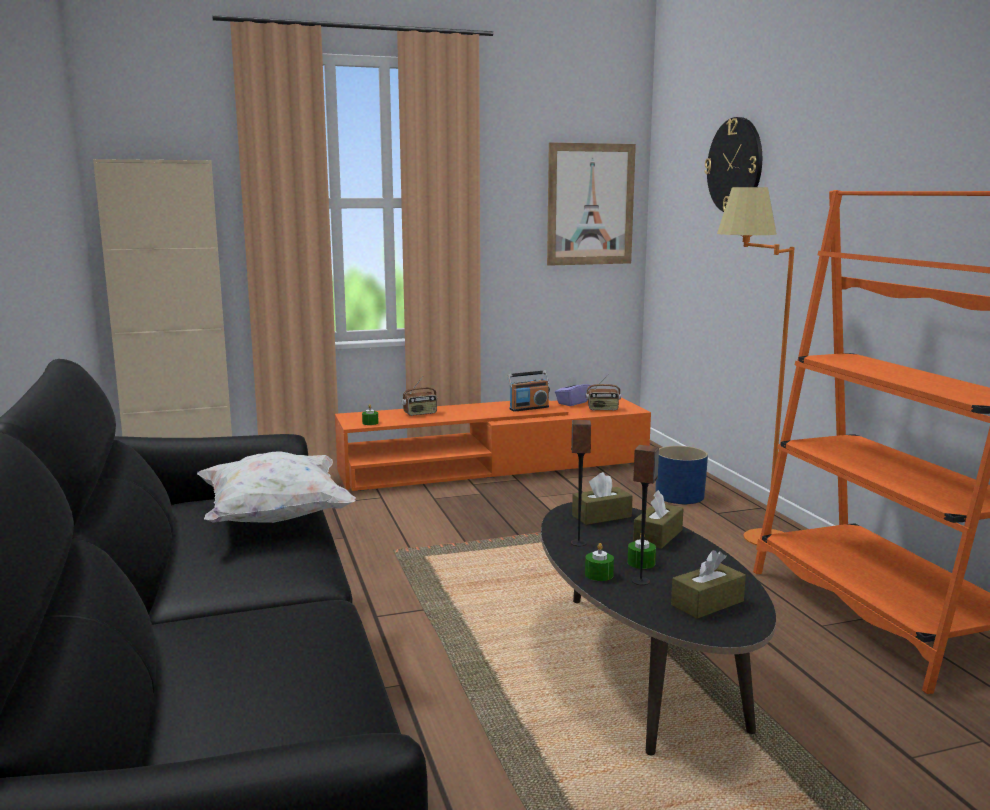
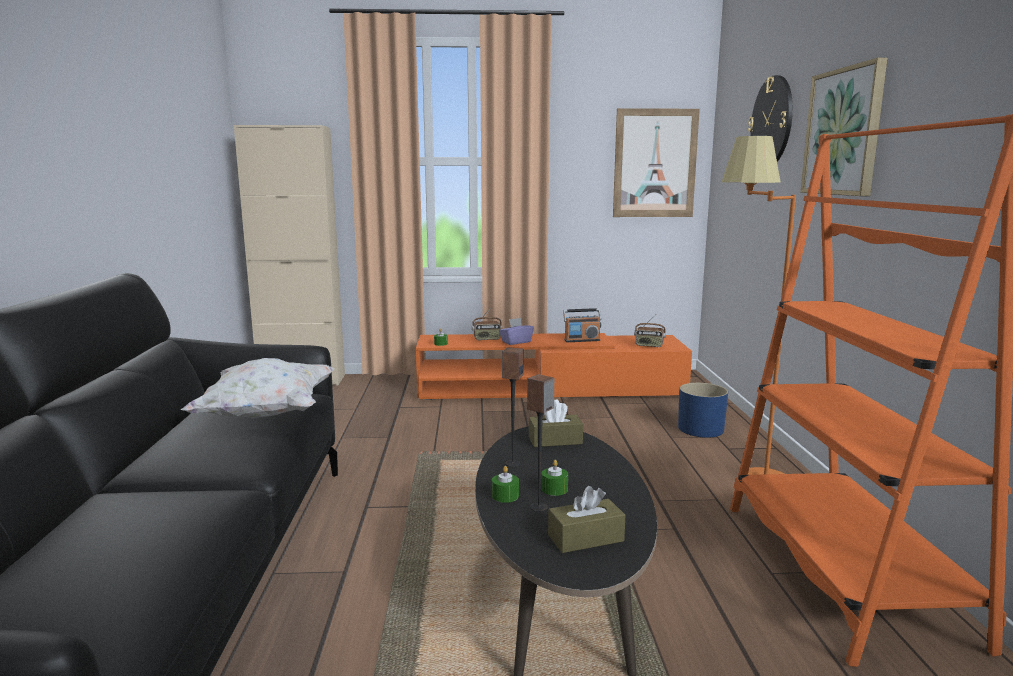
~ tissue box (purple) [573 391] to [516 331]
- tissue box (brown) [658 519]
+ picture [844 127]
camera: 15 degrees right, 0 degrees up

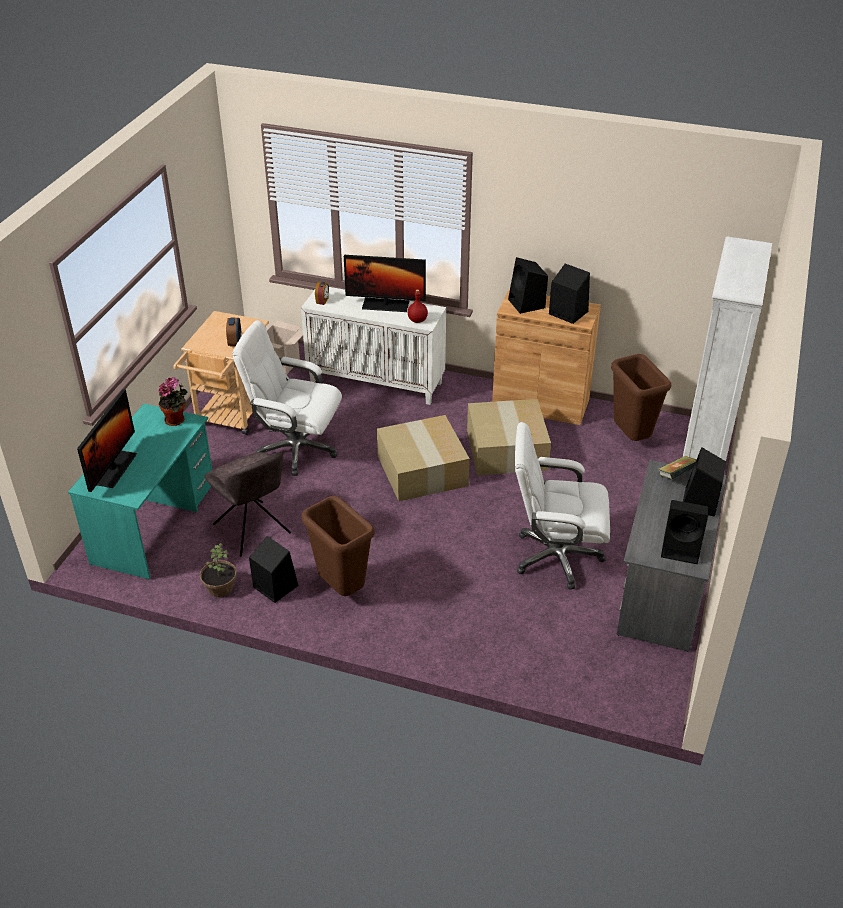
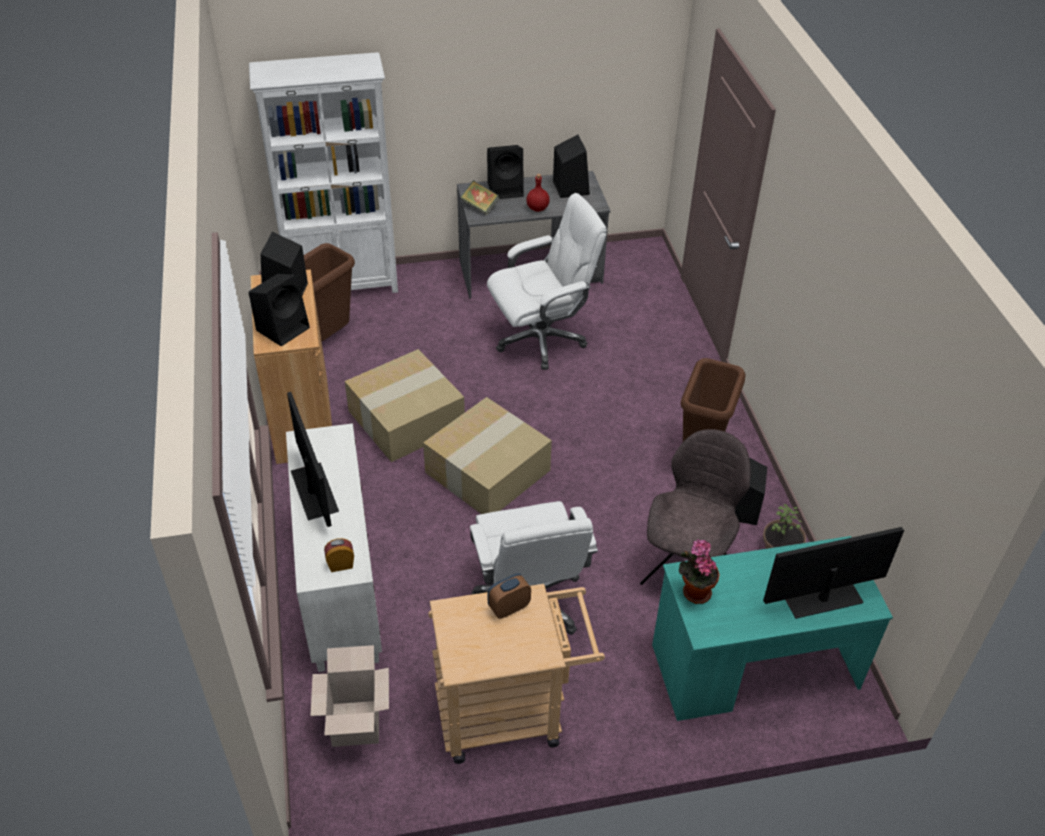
~ bottle (red) [418 306] to [538 193]
~ office chair (white) [562 506] = [547 281] 90 degrees counterclockwise
camera: 120 degrees left, 5 degrees up

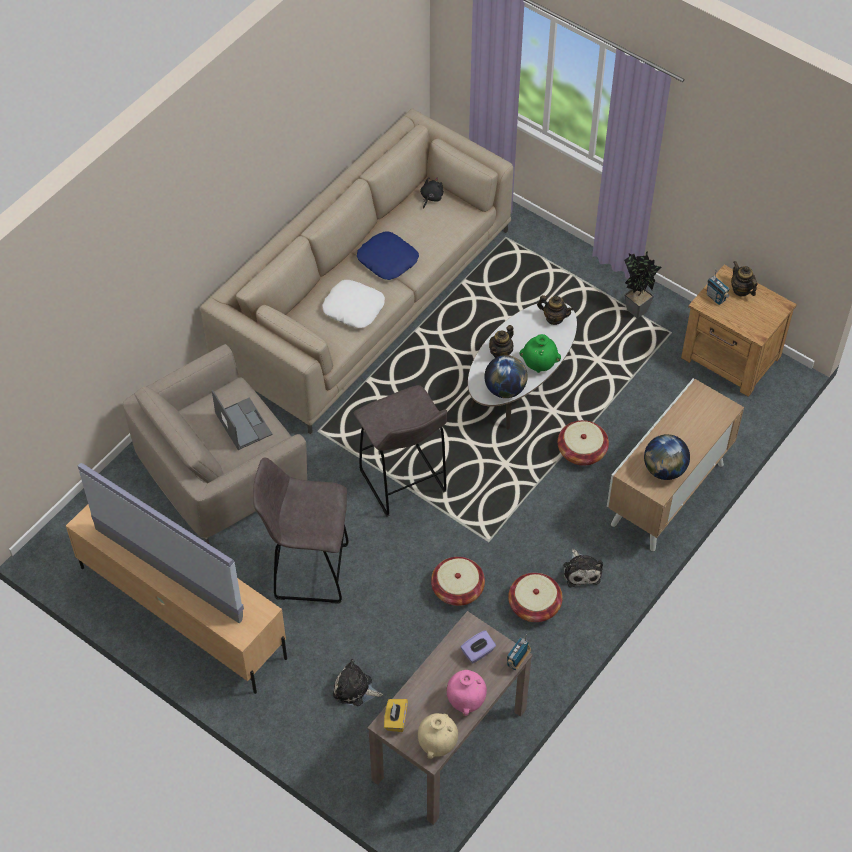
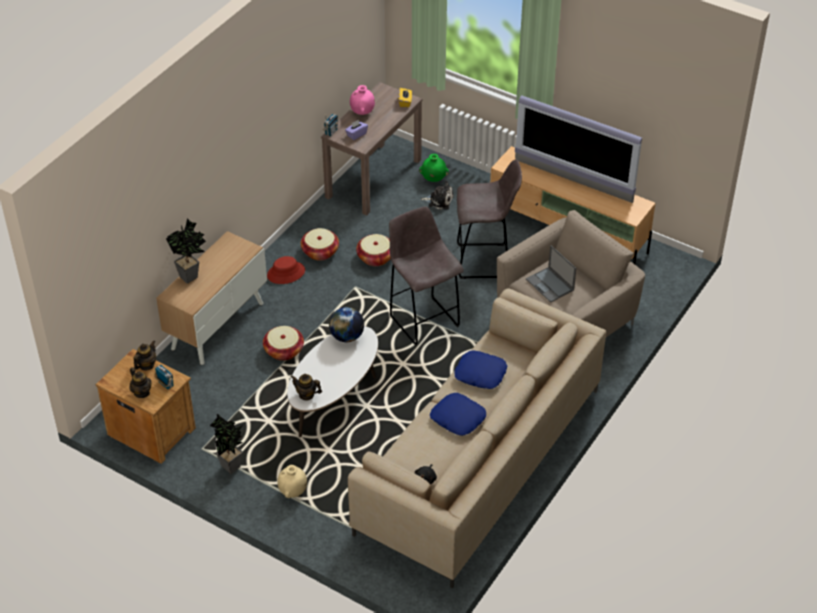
~ pillow (white) [353 304] to pillow (blue) [481 369]
~ vase (beige) [438 736] to [292 481]
~ teapot [501 341] to [145 355]
~ vase (green) [540 353] to [434 168]
~ plush toy [583 568] to hat (red) [286 270]
- globe [667 457]
+ potted plant [186 251]
camera: 175 degrees right, 10 degrees down

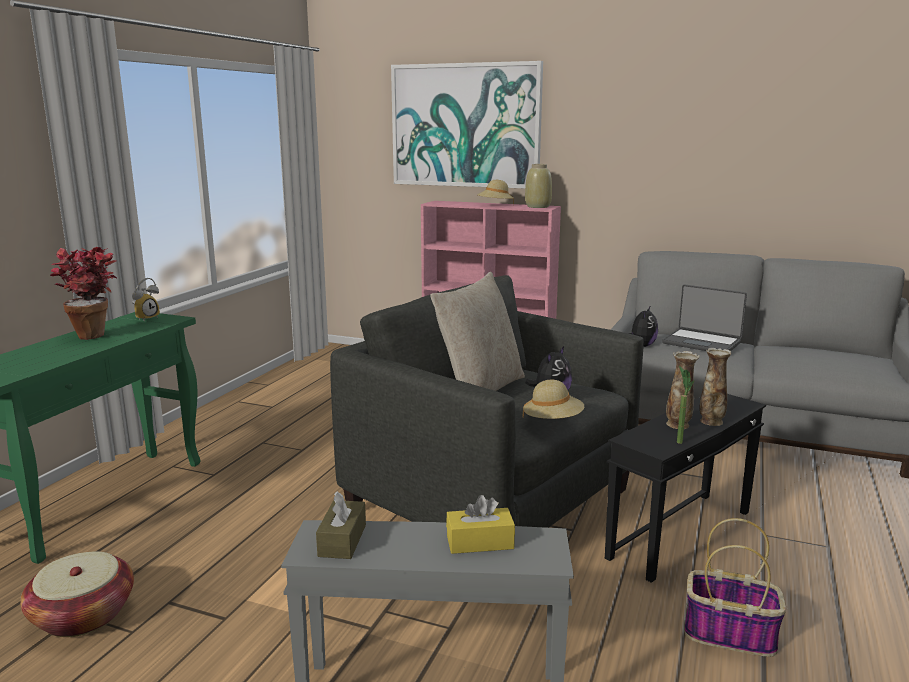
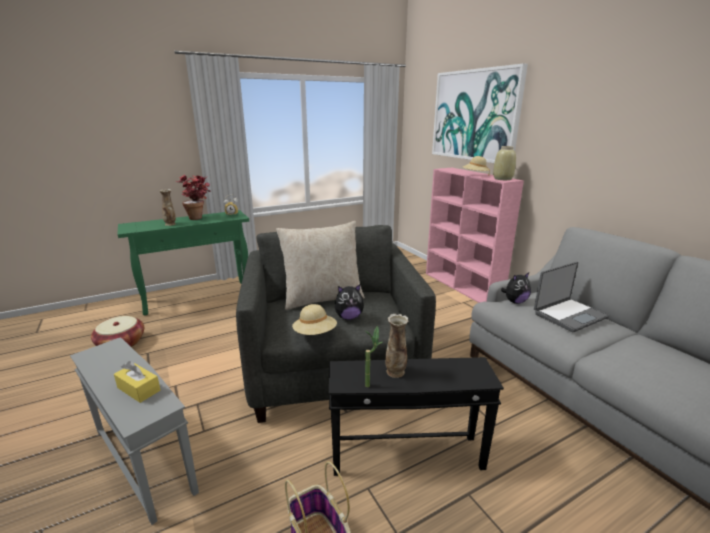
- tissue box (brown) [341 525]
~ laptop [704 317] = [571 297] 105 degrees counterclockwise
~ vase [716 387] to [167 207]
camera: 40 degrees right, 5 degrees up

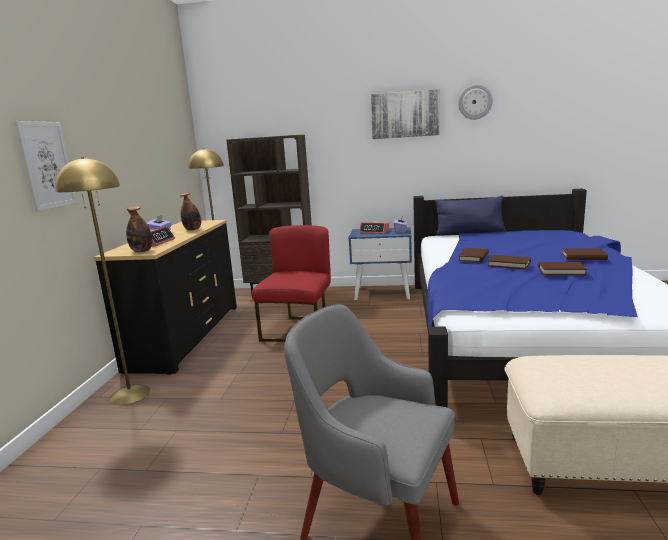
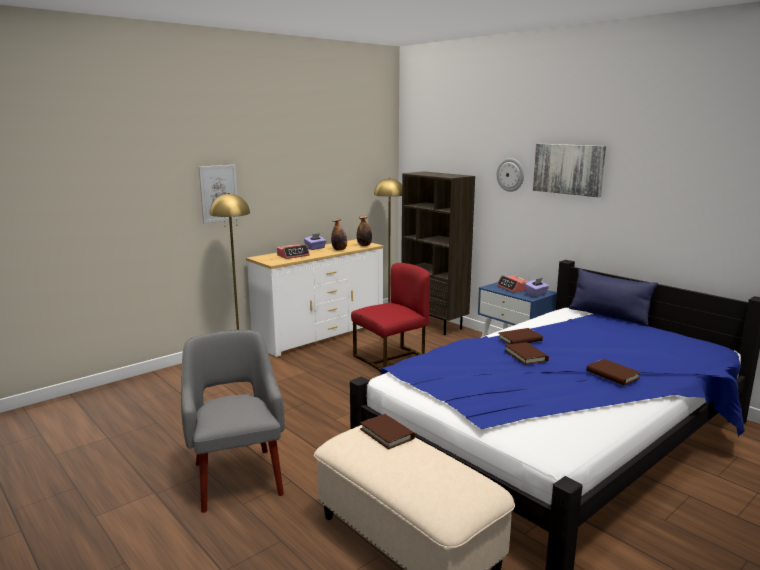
~ dresser (black) [165 297] to dresser (white) [315 298]
~ bottle [139 229] to [364 230]
~ wall clock [475 102] to [510 175]
~ book (brown) [563 268] to [387 432]
camera: 40 degrees right, 0 degrees up

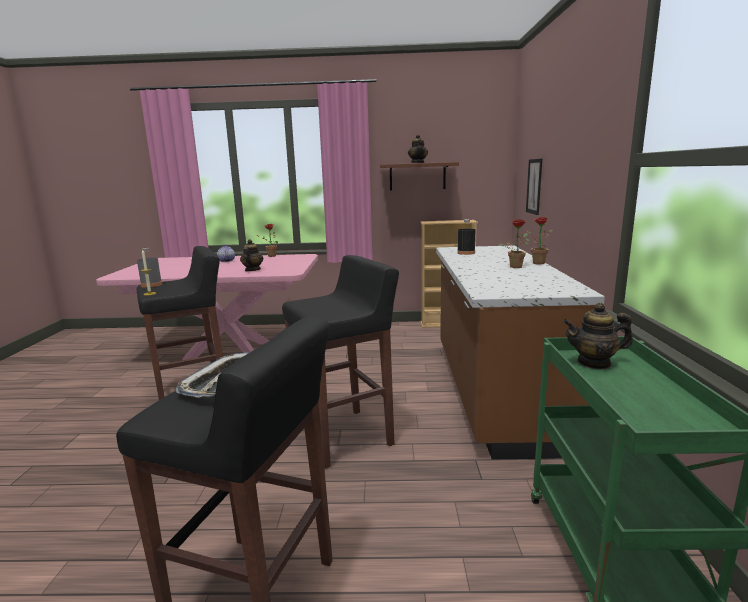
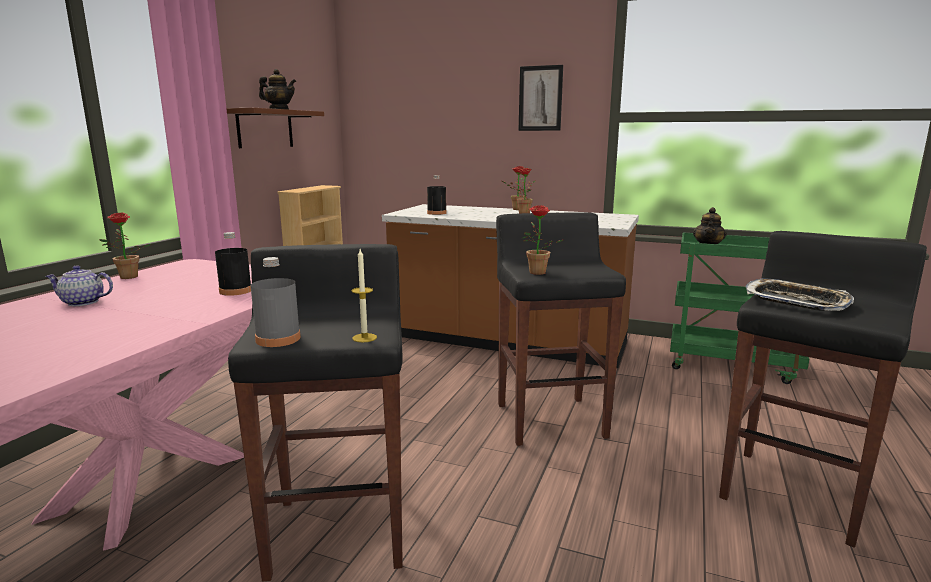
~ teapot [251 255] to bottle (black) [233 264]
~ picture [534 187] to [541 98]
+ potted plant [542 240]
camera: 70 degrees left, 0 degrees up

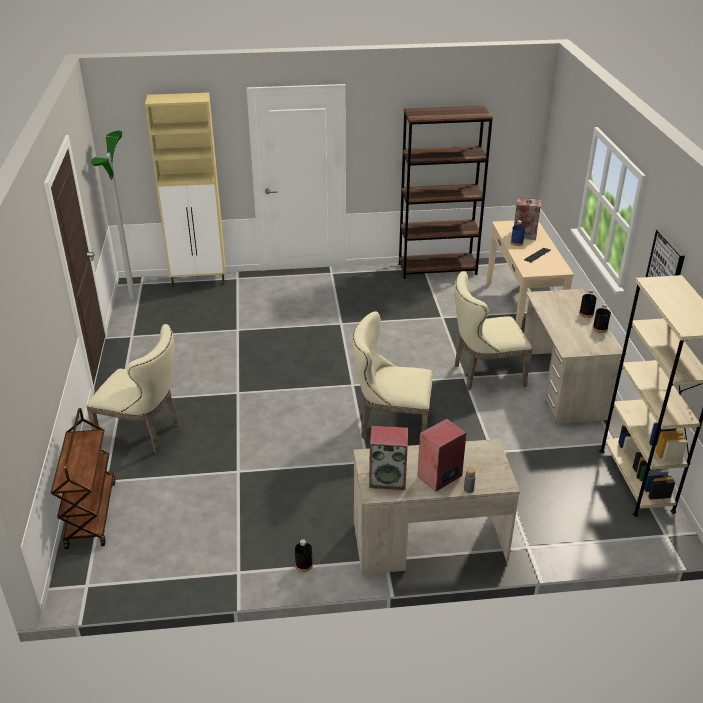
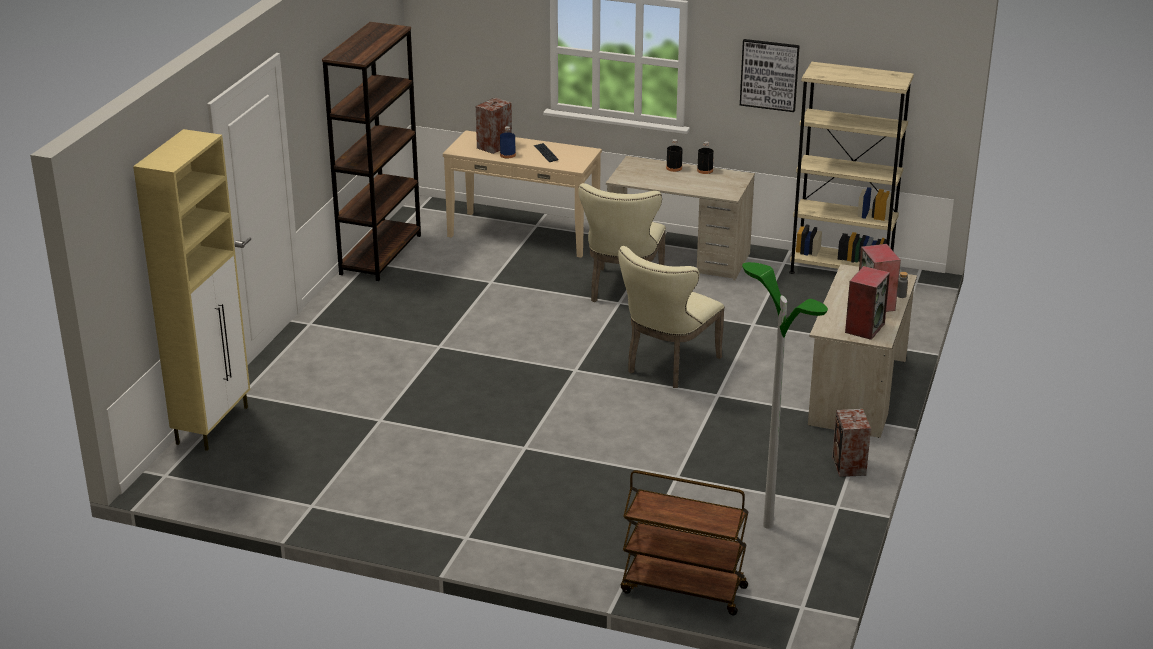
- chair (beige) [132 389]
~ floor lamp [113 215] to [785 395]
~ bottle (black) [304 555] to speaker [851 443]
camera: 65 degrees left, 5 degrees down

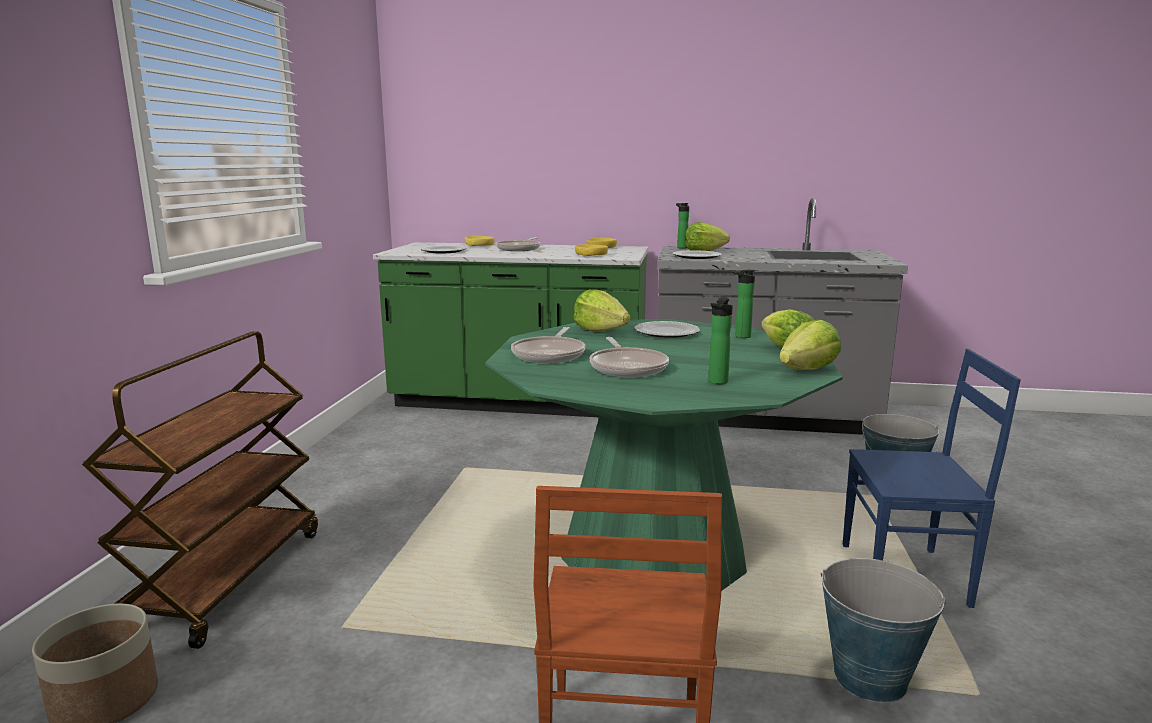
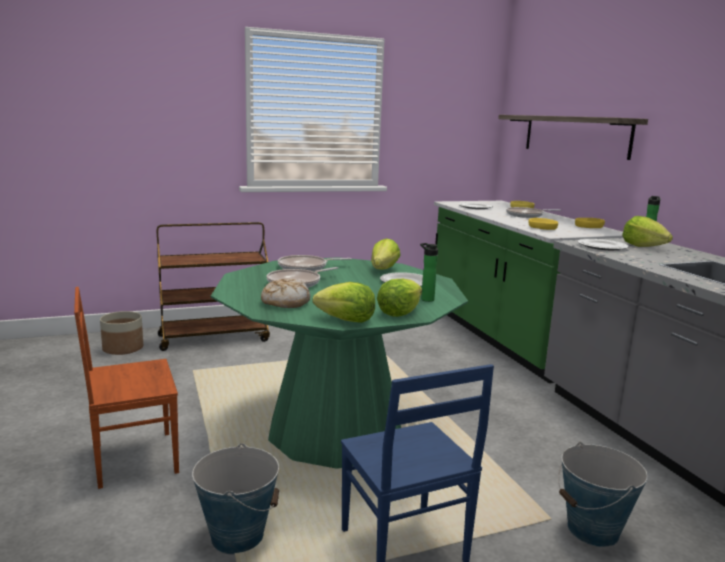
~ bottle [721 341] to bread [285 293]
+ shelf [573 137]
camera: 60 degrees right, 0 degrees up

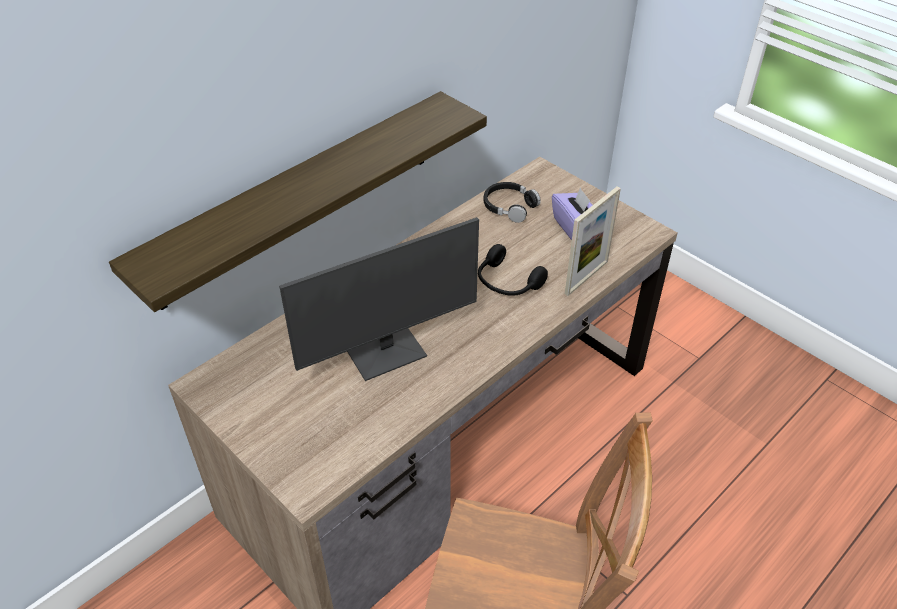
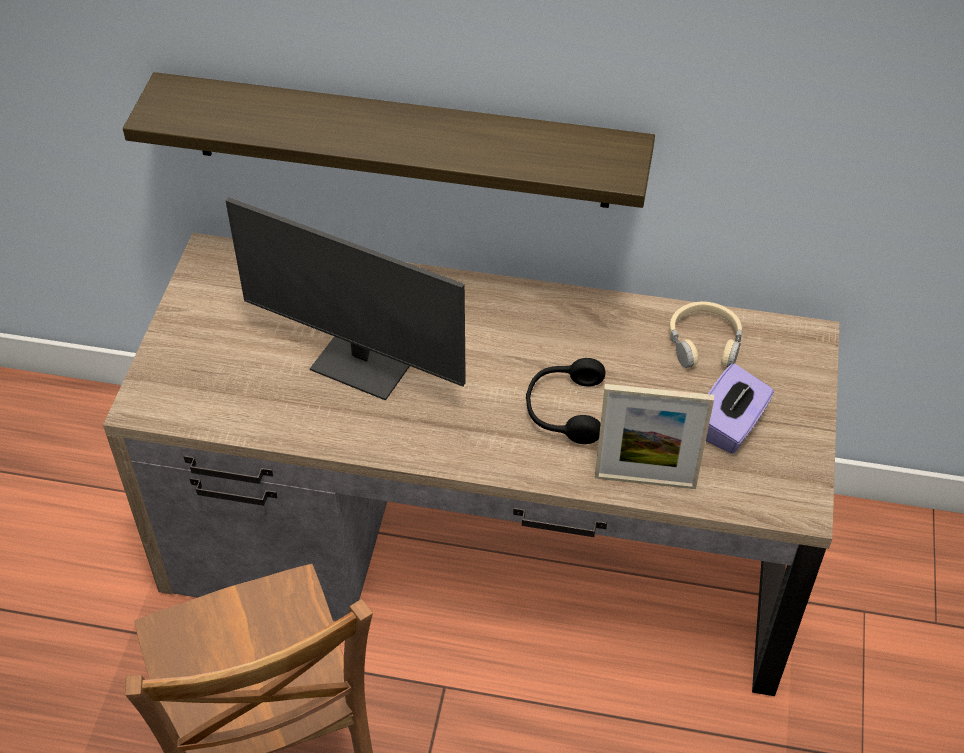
~ headphones (black) [512 202] to headphones (beige) [705 334]
camera: 55 degrees right, 5 degrees up

